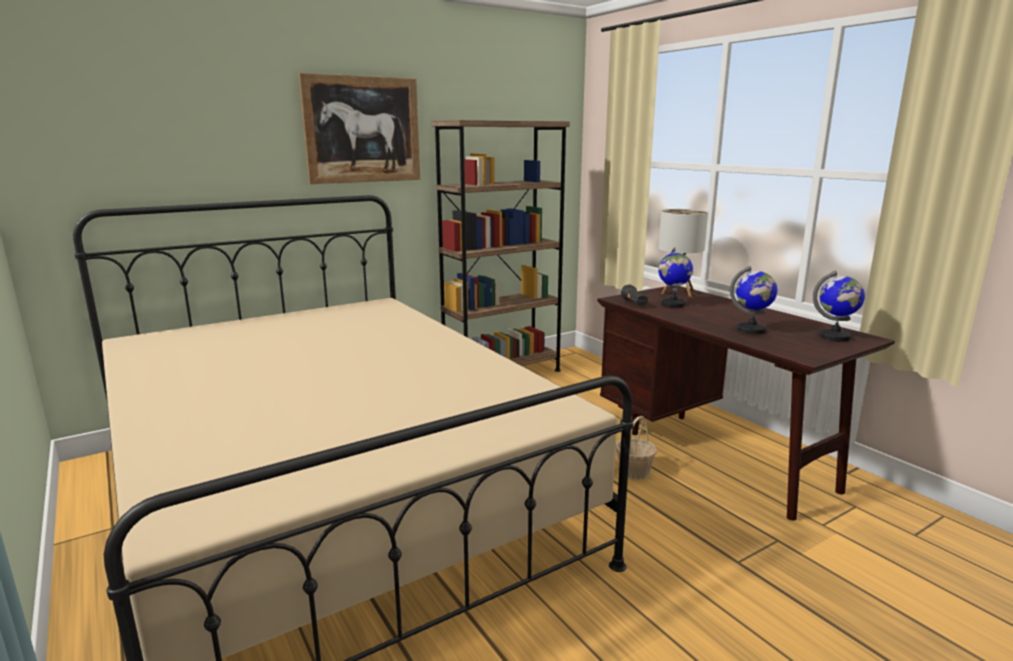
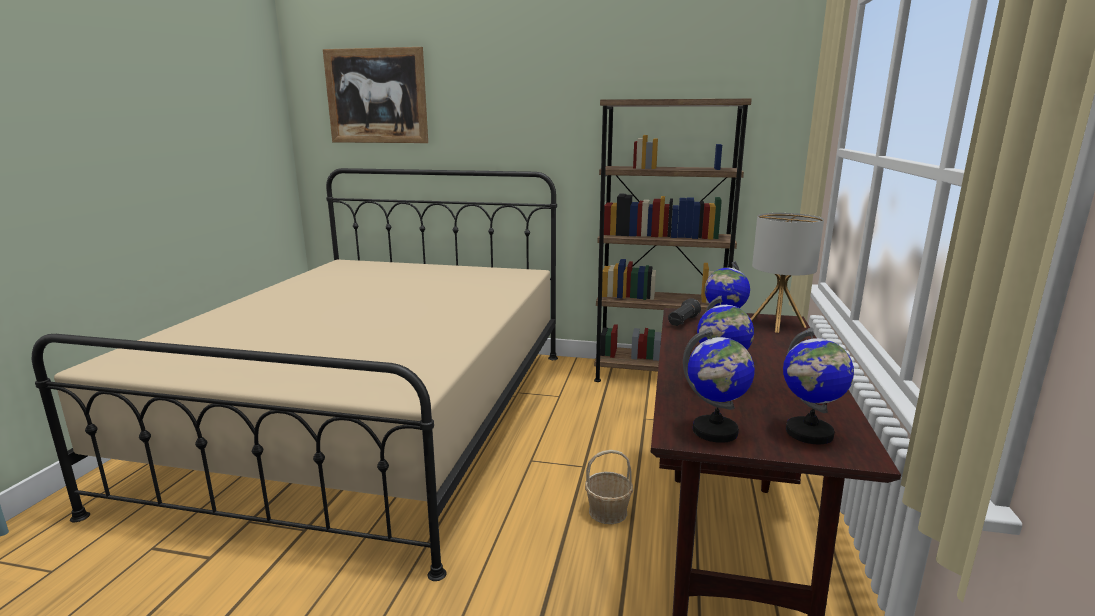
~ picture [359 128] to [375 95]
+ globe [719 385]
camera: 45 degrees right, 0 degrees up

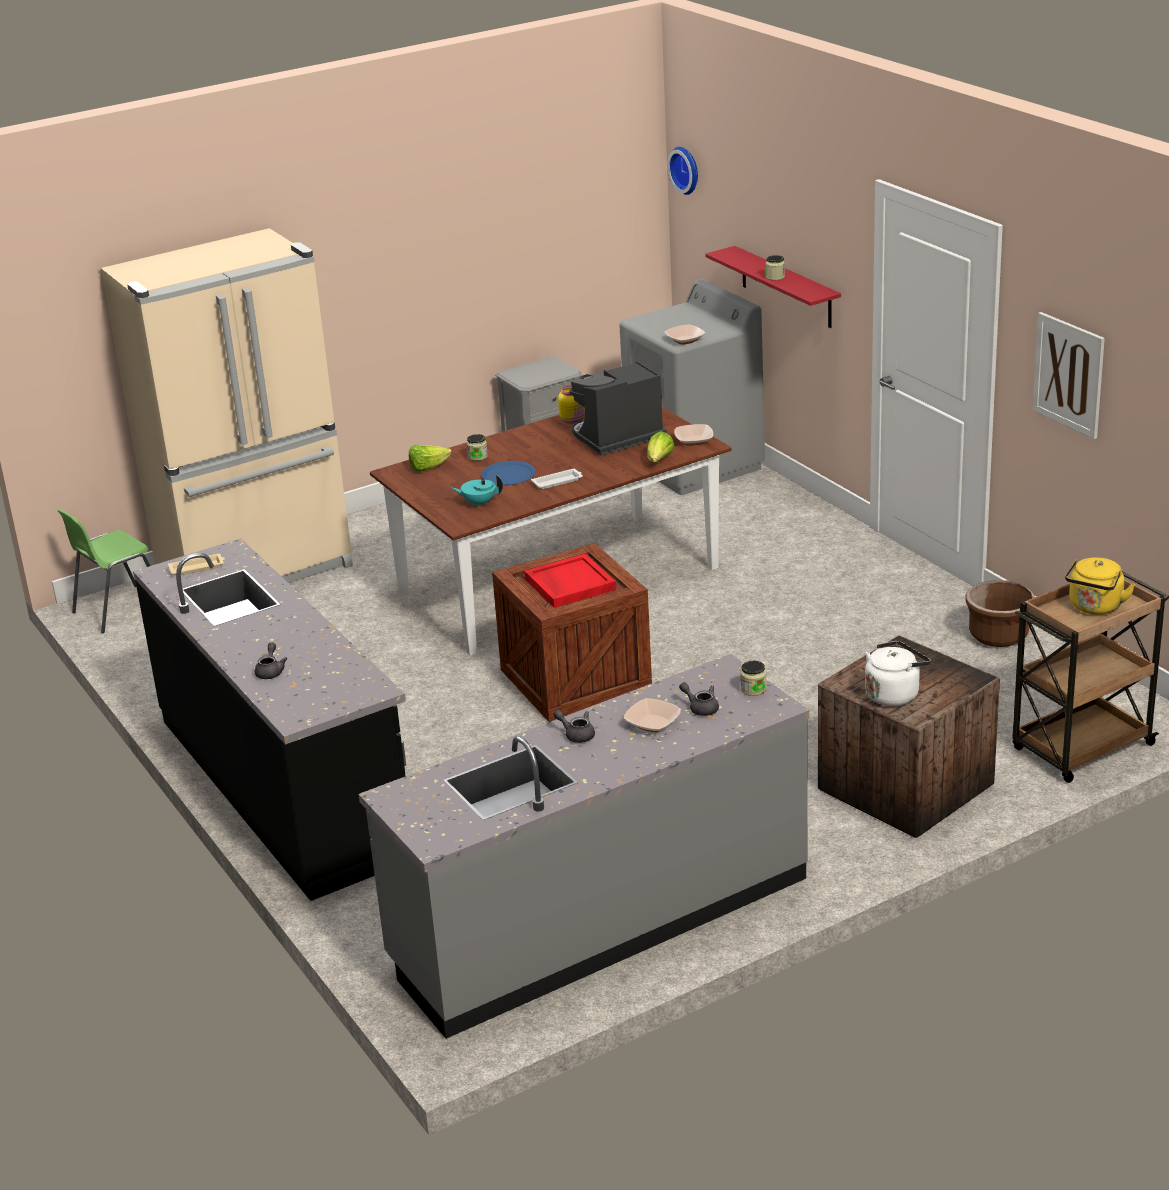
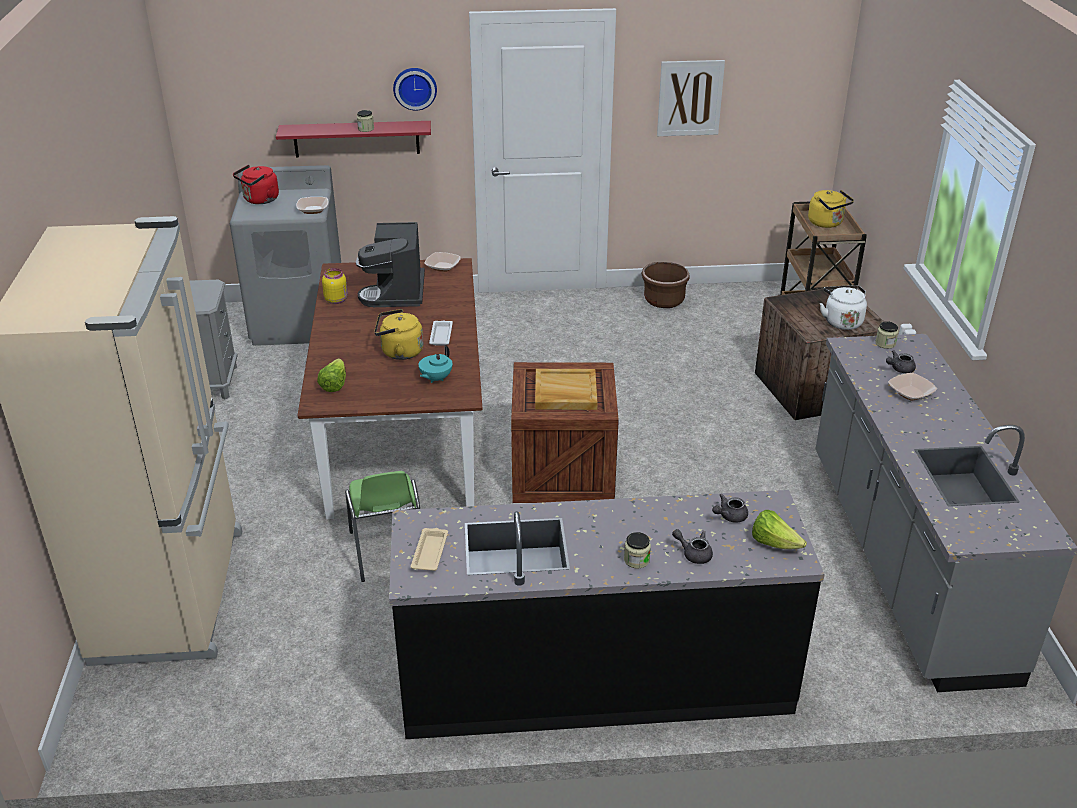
~ chair (green) [103 571] to [382 526]
~ jar [477 447] to [637 550]
~ plate (blue) [508 473] to kettle (yellow) [398 334]
~ tray (red) [570 581] to tray (beige) [566 389]
~ teapot (grey) [574 726] to [730 508]
~ lettuce [660 447] to [779 529]
~ wall clock [682 171] to [415 89]
+ kettle (red) [256 184]
camera: 65 degrees left, 5 degrees up

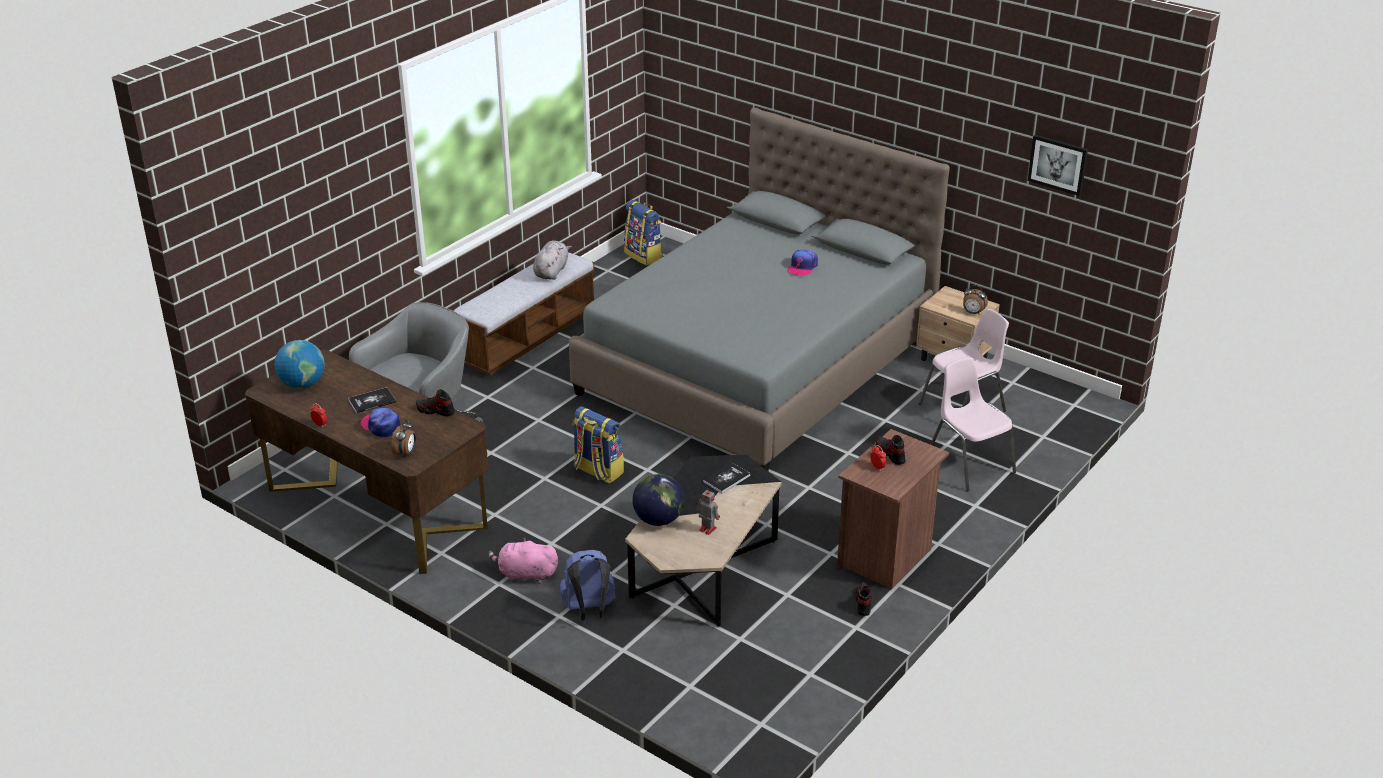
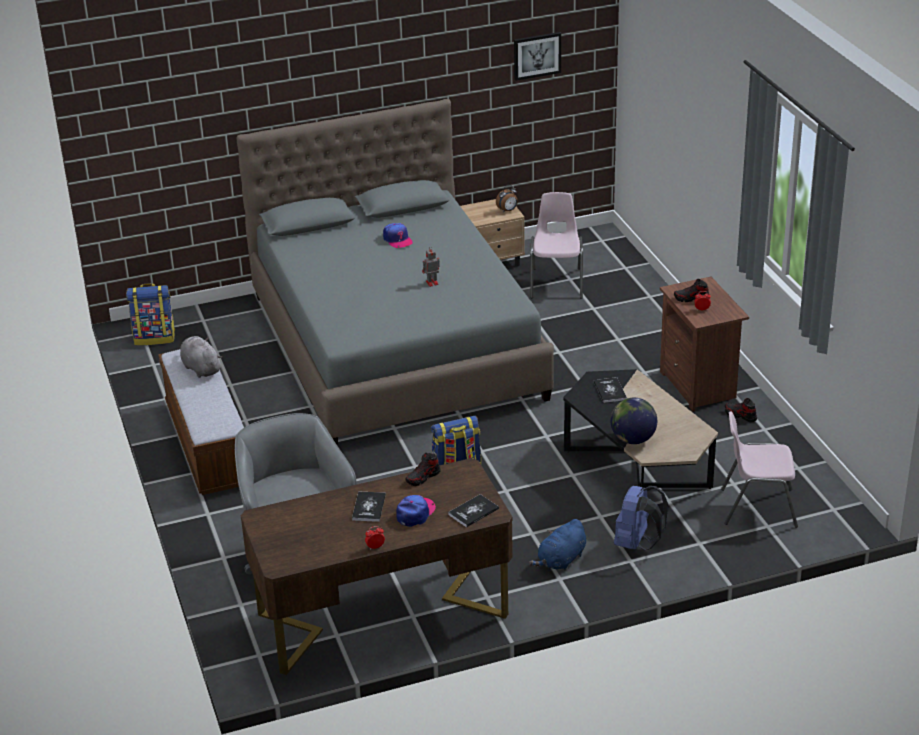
- globe [300 364]
~ cap [380 422] = [416 511] 135 degrees clockwise
~ alarm clock [403 438] to book [473 511]
~ plush toy (pink) [523 560] to plush toy (blue) [557 545]
~ toy robot [708 511] to [430 266]
~ chair (pink) [973 424] to [759 470]
camera: 55 degrees left, 0 degrees up

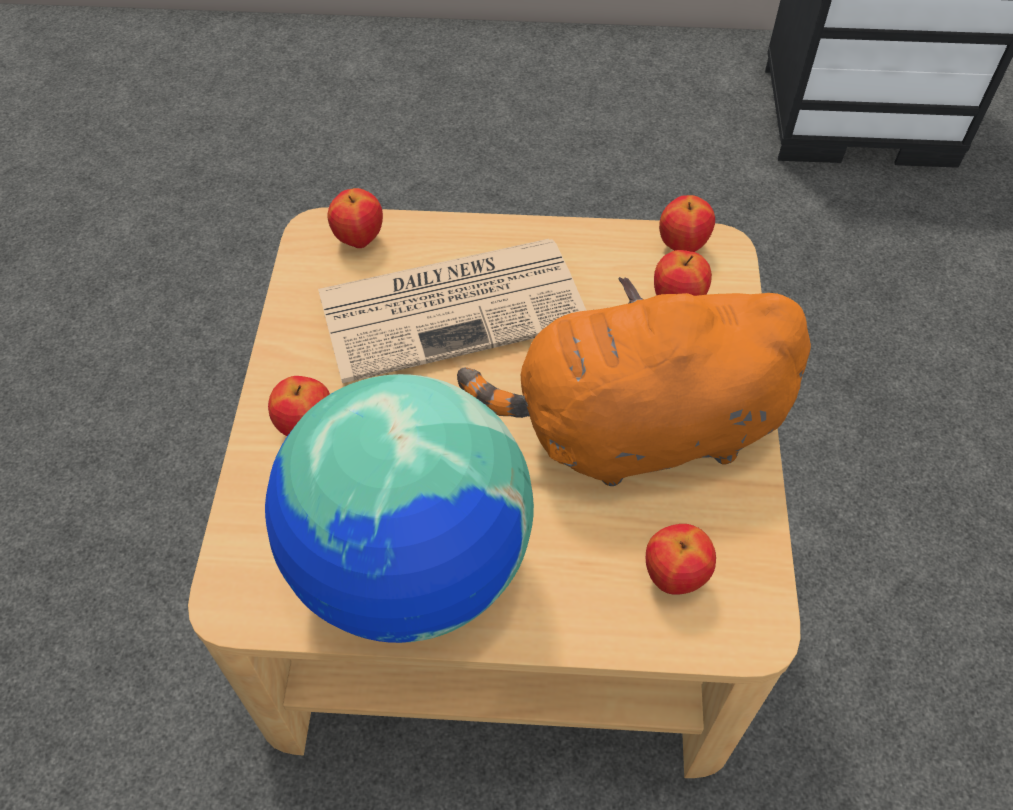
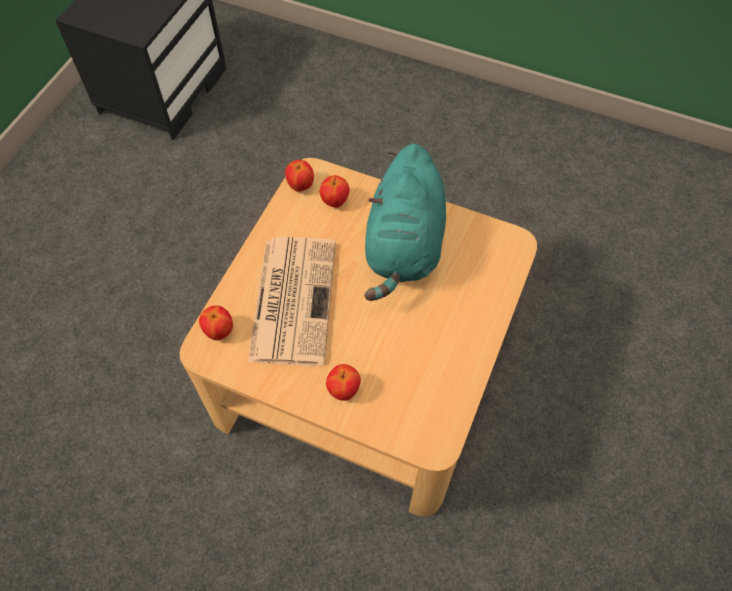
- globe [399 508]
~ plush toy (orange) [634 381] to plush toy (turquoise) [405 222]
- apple [681 559]
camera: 70 degrees left, 5 degrees up

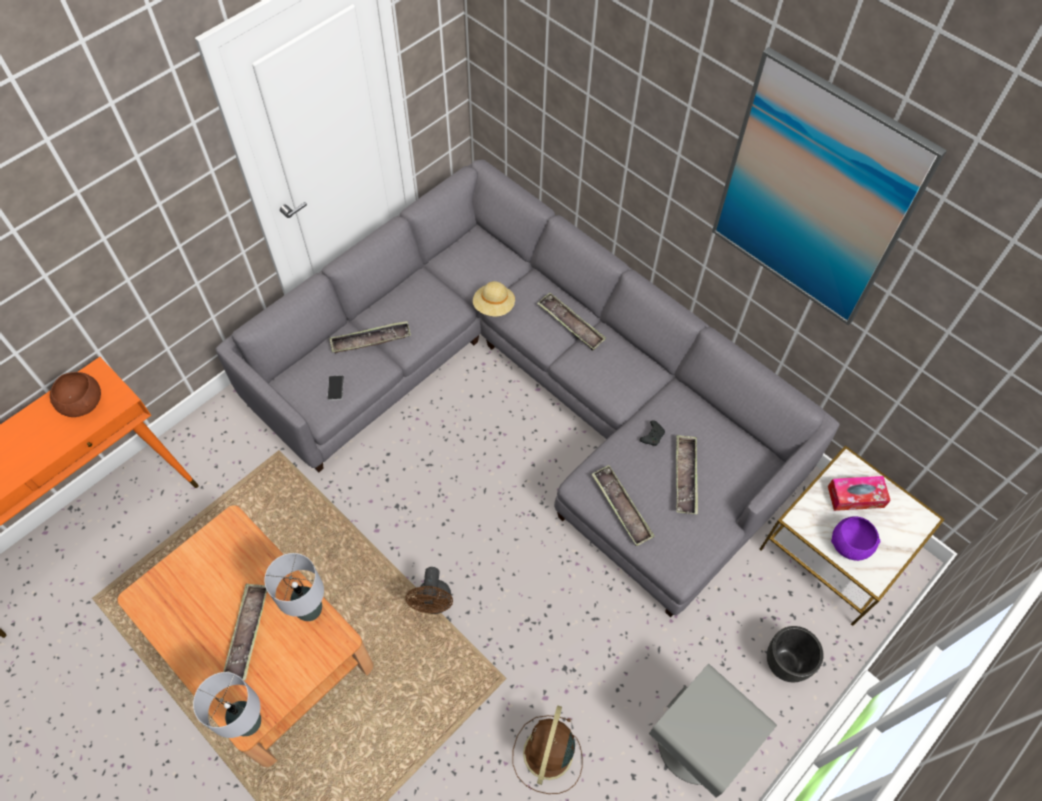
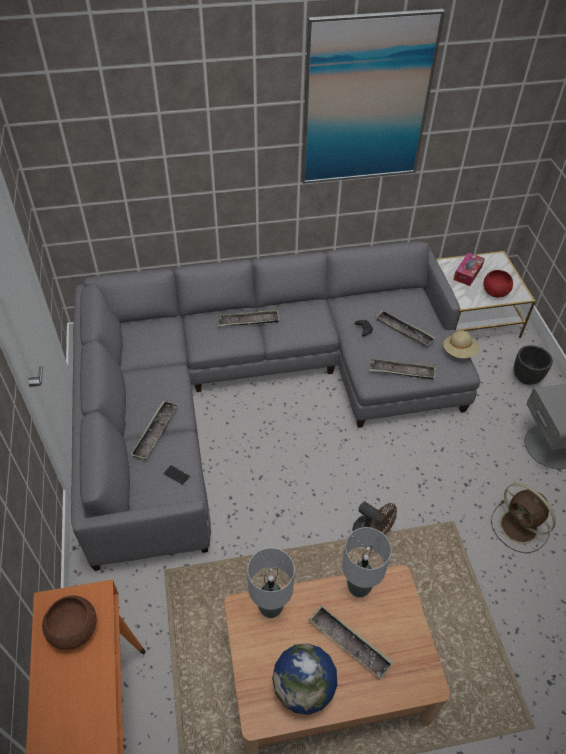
~ table lamp (grey) [227 705] to [270 583]
~ hat (beige) [494 298] to [461 344]
~ bowl (purple) [856 538] to bowl (red) [498 284]
+ globe [304 679]
camera: 55 degrees left, 10 degrees down

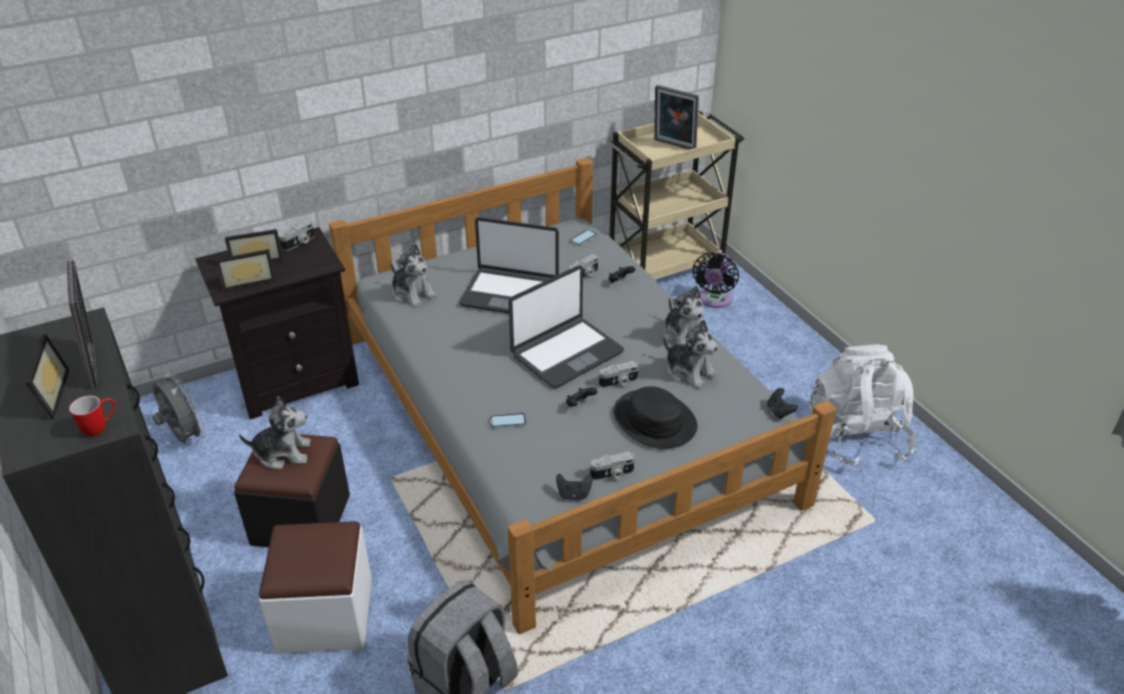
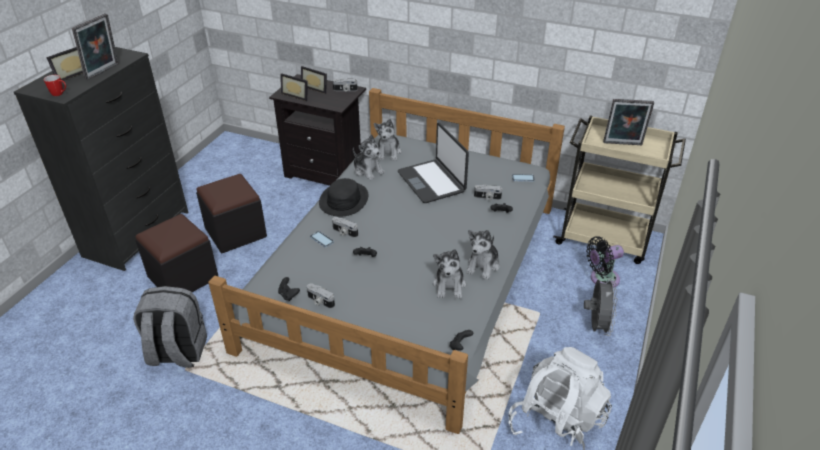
~ fan (grey) [179 408] to [601 307]
~ plush toy [275 432] to [369 157]
~ ottoman (white) [315 587] to ottoman (black) [177 253]
- laptop [566 326]
~ photo camera [618 374] to [345 227]
~ hat (black) [655 417] to [344 197]
~ picture frame [676 117] = [628 122] 75 degrees counterclockwise
camera: 50 degrees right, 0 degrees up

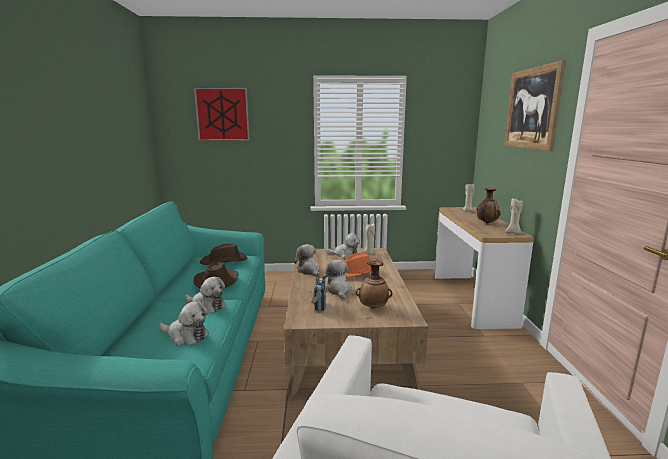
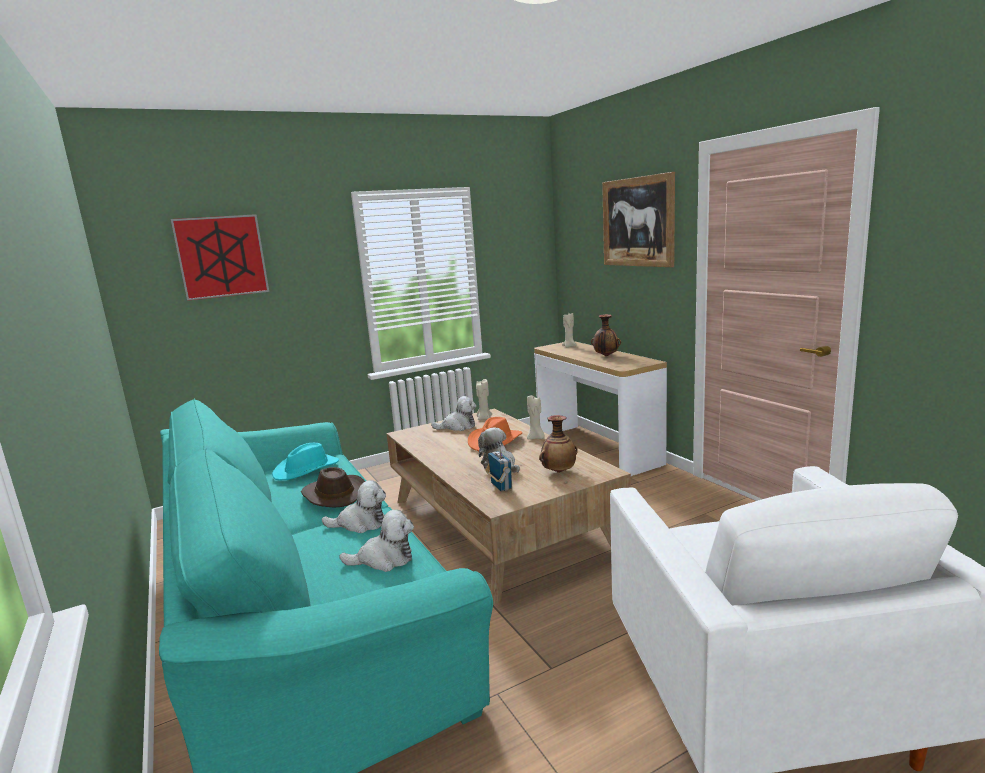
~ hat (brown) [223 254] to hat (turquoise) [305 461]
- plush toy [307 260]
~ candle (beige) [514 216] to [536 417]
camera: 25 degrees left, 0 degrees up

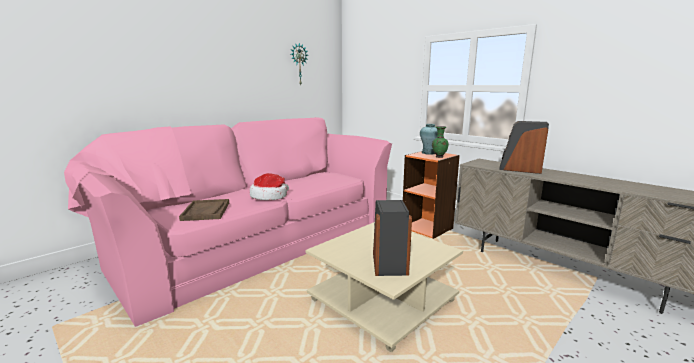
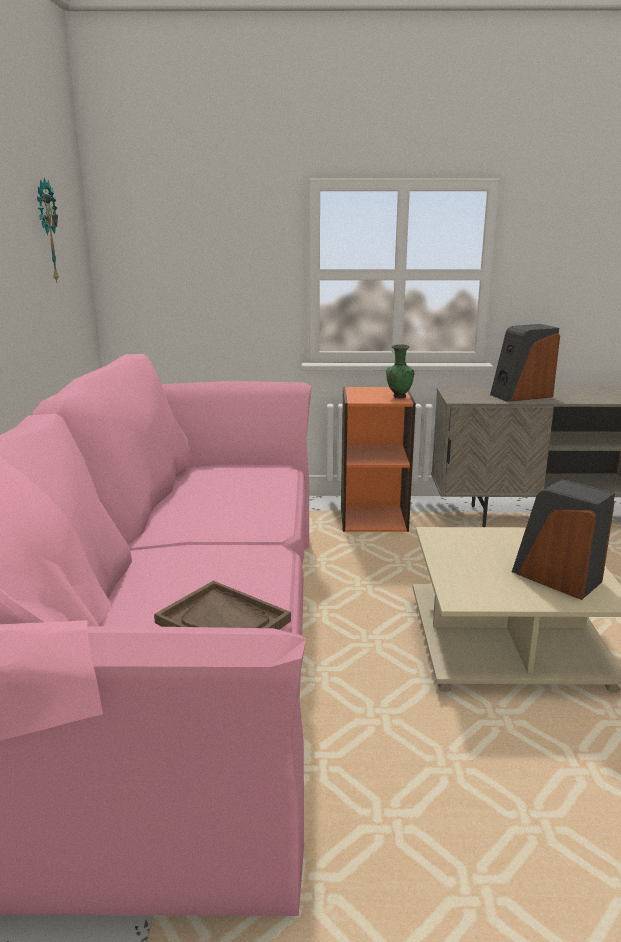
- hat [269 186]
- vase (turquoise) [429 139]
camera: 45 degrees left, 5 degrees up

